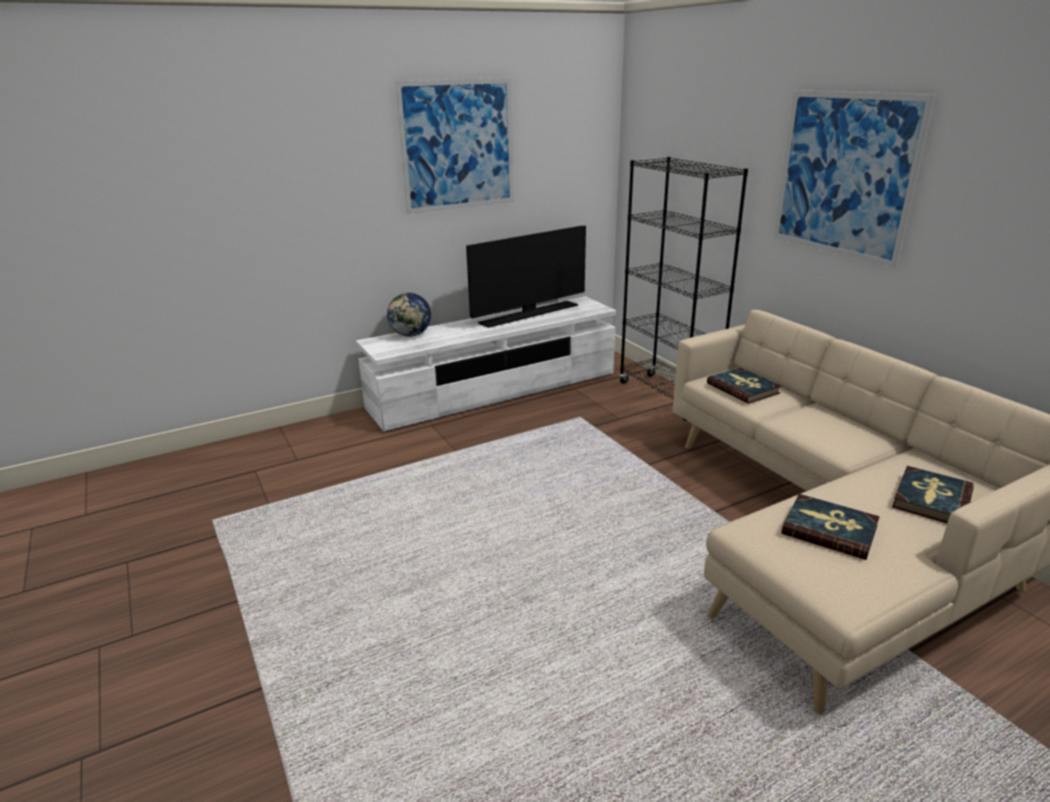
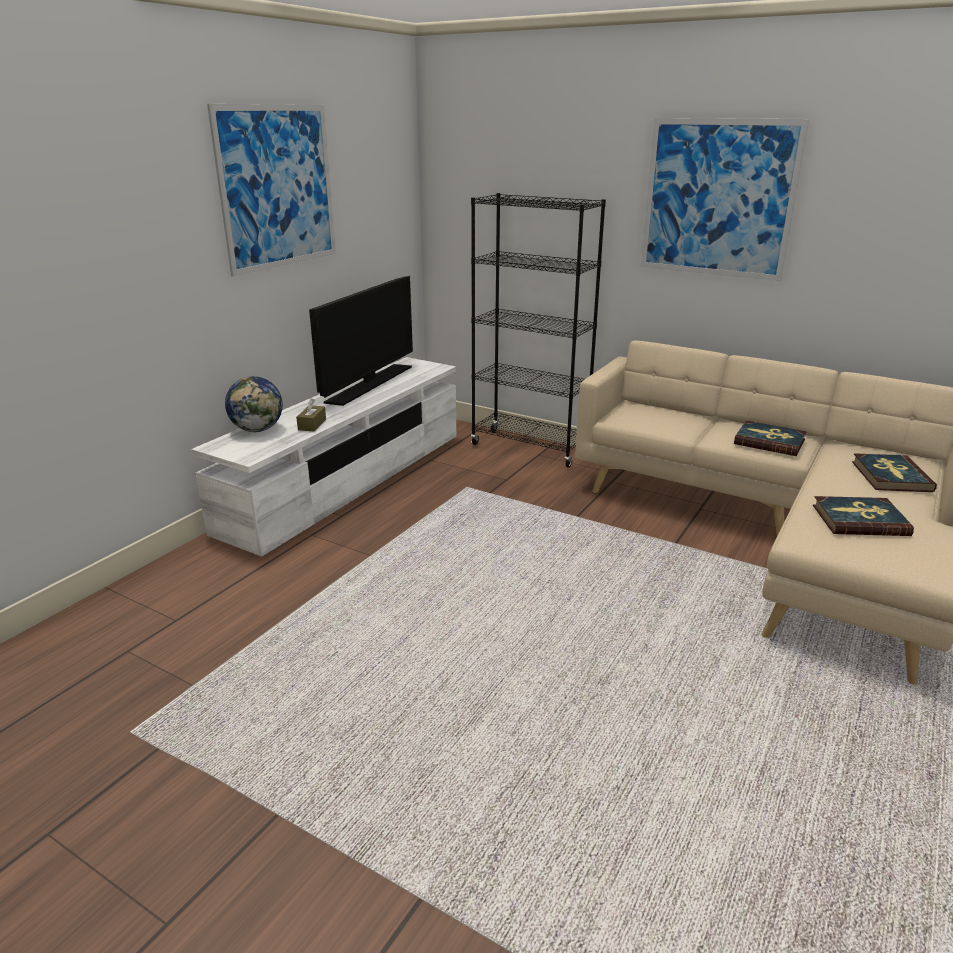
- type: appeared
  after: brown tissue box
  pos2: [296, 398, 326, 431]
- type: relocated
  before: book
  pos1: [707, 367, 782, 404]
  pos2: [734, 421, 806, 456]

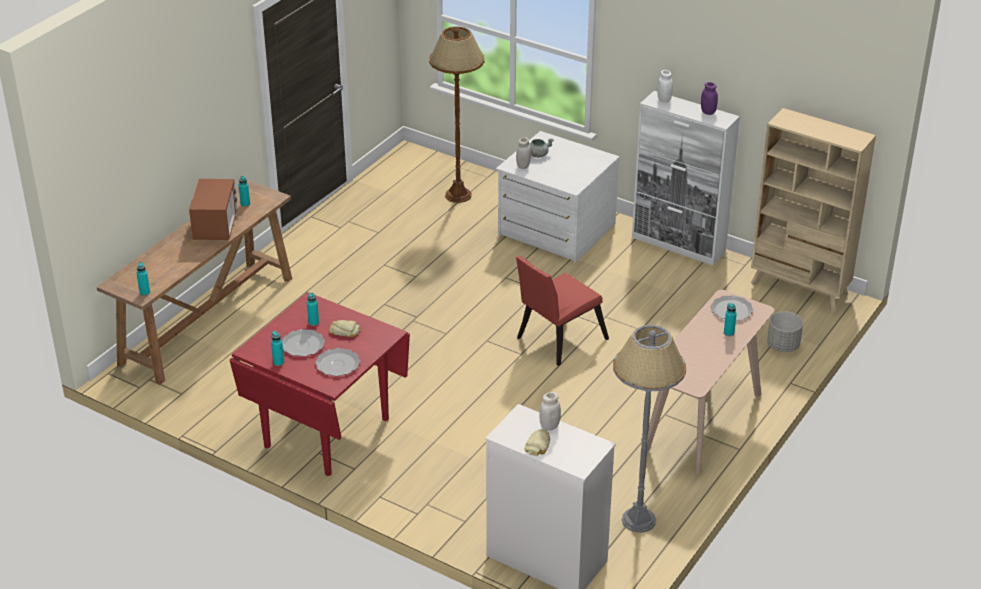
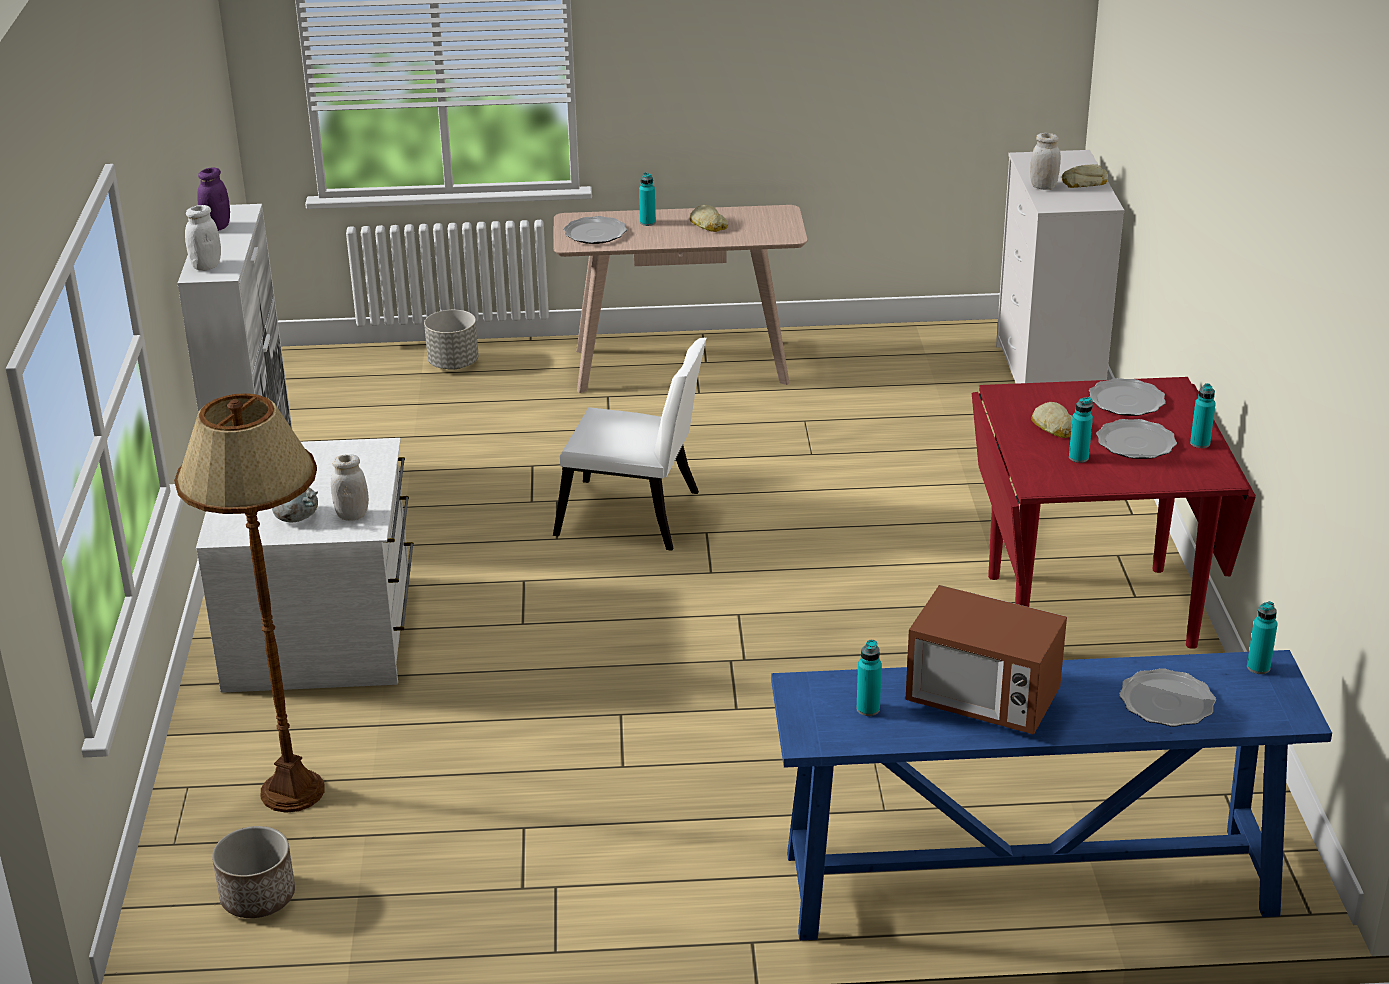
- type: missing
  before: grey floor lamp
  pos1: [613, 325, 686, 533]
- type: missing
  before: beige bookcase
  pos1: [751, 108, 876, 312]
- type: appeared
  after: planter
  pos2: [212, 826, 295, 918]
- type: appeared
  after: bread
  pos2: [690, 205, 728, 232]
- type: appeared
  after: plate
  pos2: [1119, 668, 1216, 727]
- type: colour
  before: brown console table
  after: blue console table
  pos1: [97, 180, 292, 385]
  pos2: [771, 650, 1332, 940]
- type: colour
  before: red chair
  after: white chair
  pos1: [516, 256, 609, 366]
  pos2: [553, 338, 707, 551]
- type: spun
  before: microwave
  pos1: [189, 179, 237, 240]
  pos2: [905, 585, 1067, 735]
  turn: -120

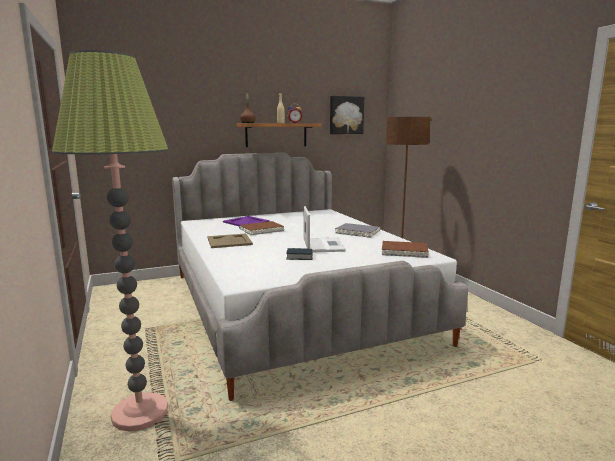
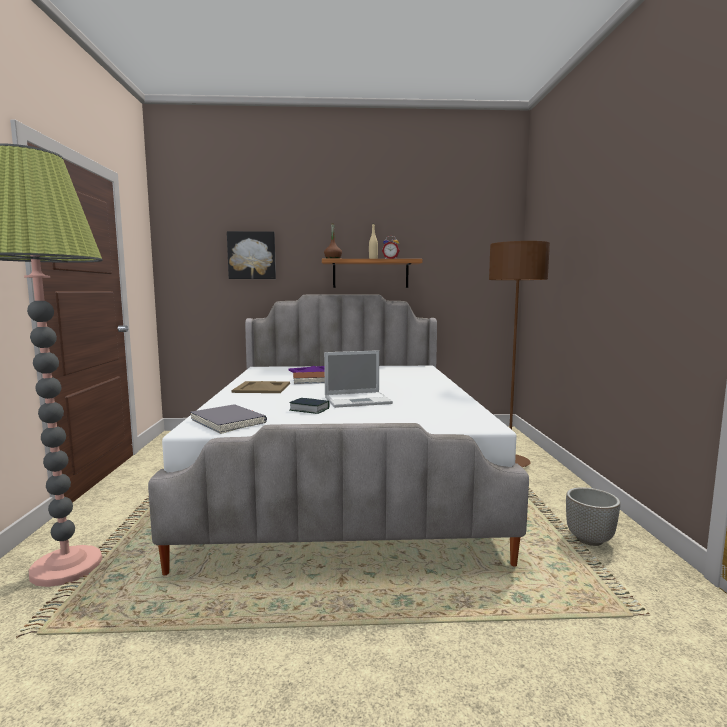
- type: missing
  before: brown book
  pos1: [382, 241, 429, 258]
- type: appeared
  after: planter
  pos2: [566, 487, 620, 546]
- type: relocated
  before: picture
  pos1: [330, 96, 364, 134]
  pos2: [227, 231, 276, 279]
- type: relocated
  before: grey book
  pos1: [335, 223, 380, 238]
  pos2: [190, 404, 267, 434]
- type: spun
  before: laptop
  pos1: [303, 206, 346, 252]
  pos2: [324, 350, 393, 408]
  turn: 60

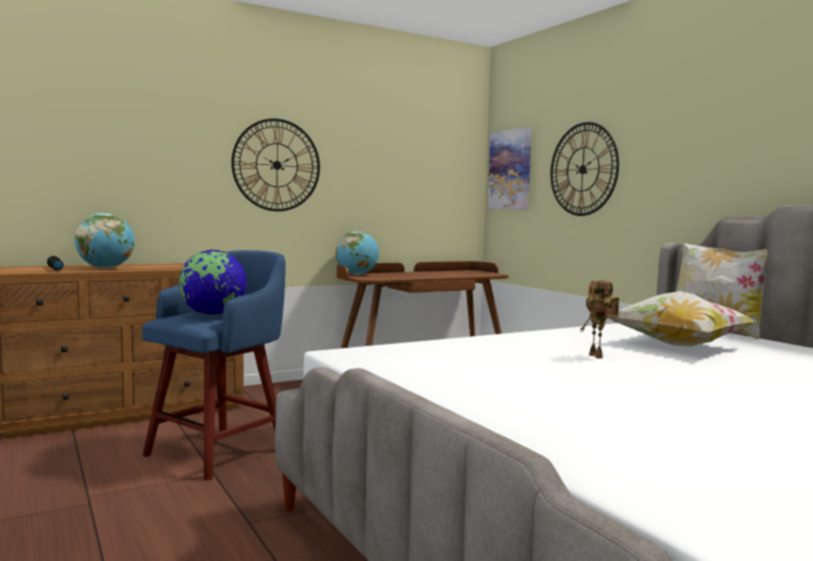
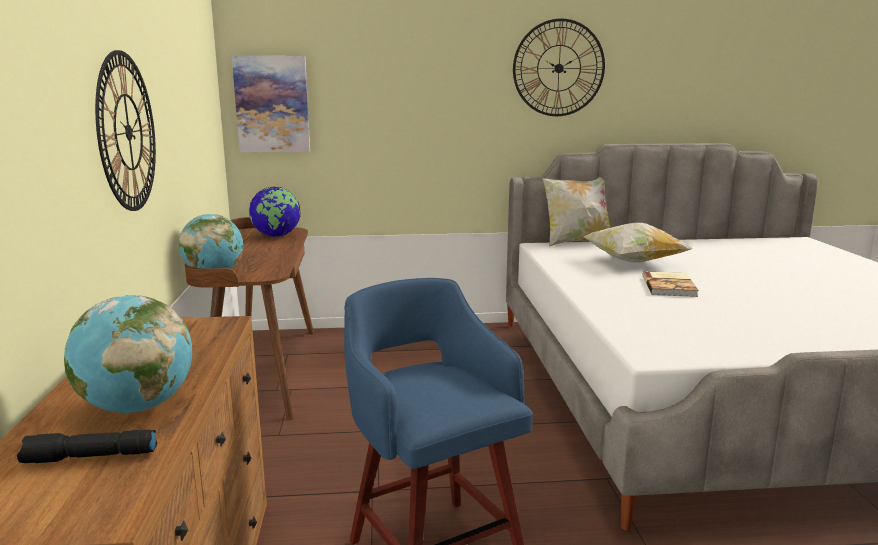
- type: relocated
  before: globe
  pos1: [179, 250, 247, 315]
  pos2: [249, 187, 301, 237]
- type: relocated
  before: wall clock
  pos1: [551, 122, 619, 216]
  pos2: [513, 18, 605, 116]
- type: exchanged
  before: toy robot
  after: book
  pos1: [580, 280, 620, 359]
  pos2: [643, 271, 699, 297]

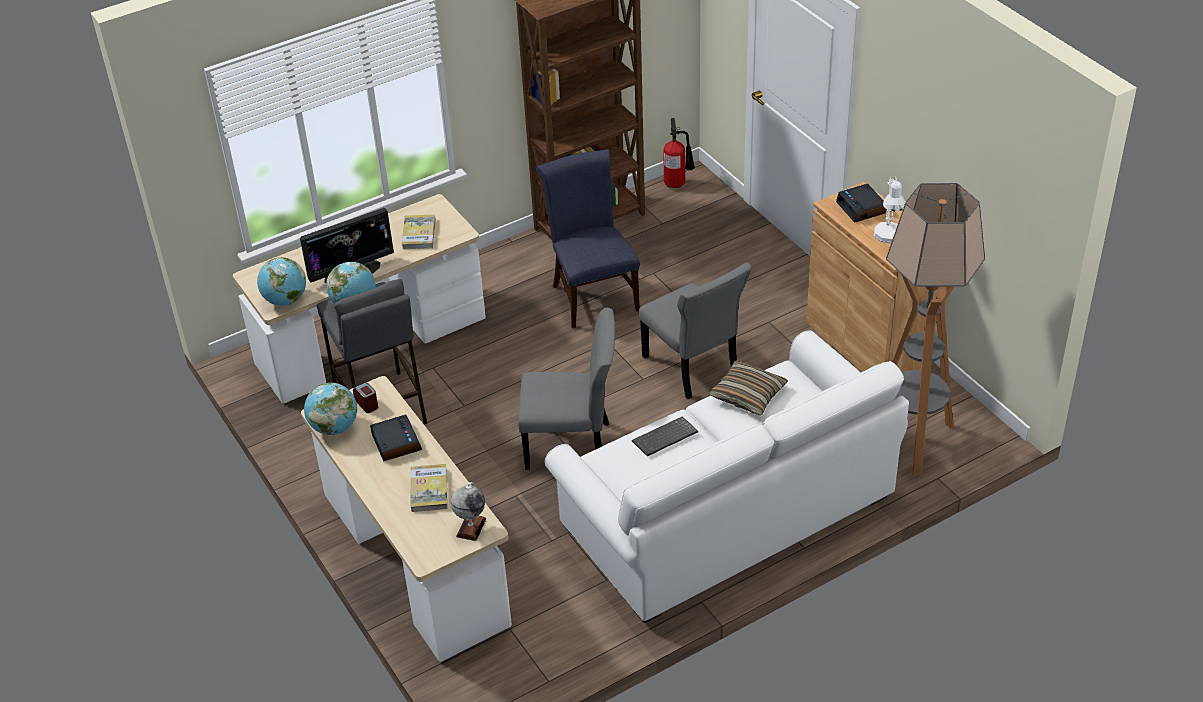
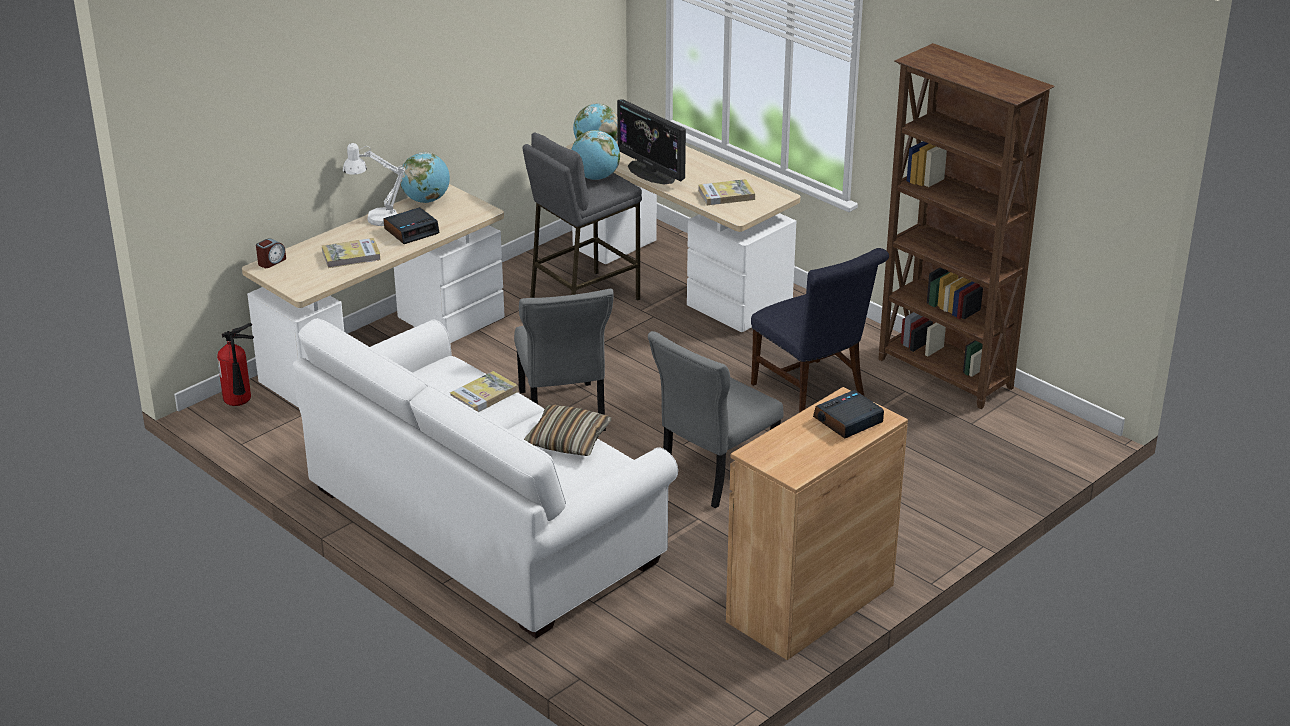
- type: missing
  before: globe
  pos1: [451, 482, 486, 541]
- type: missing
  before: floor lamp
  pos1: [886, 183, 985, 476]
- type: relocated
  before: alarm clock
  pos1: [353, 383, 378, 413]
  pos2: [256, 238, 286, 268]
- type: relocated
  before: fire extinguisher
  pos1: [663, 118, 695, 188]
  pos2: [217, 323, 254, 406]
- type: relocated
  before: white table lamp
  pos1: [874, 177, 905, 244]
  pos2: [343, 143, 405, 226]
- type: exchanged
  before: keyboard
  after: book
  pos1: [632, 416, 698, 456]
  pos2: [450, 371, 518, 412]
- type: spun
  before: blue chair
  pos1: [536, 149, 640, 329]
  pos2: [751, 248, 889, 413]
  turn: 90

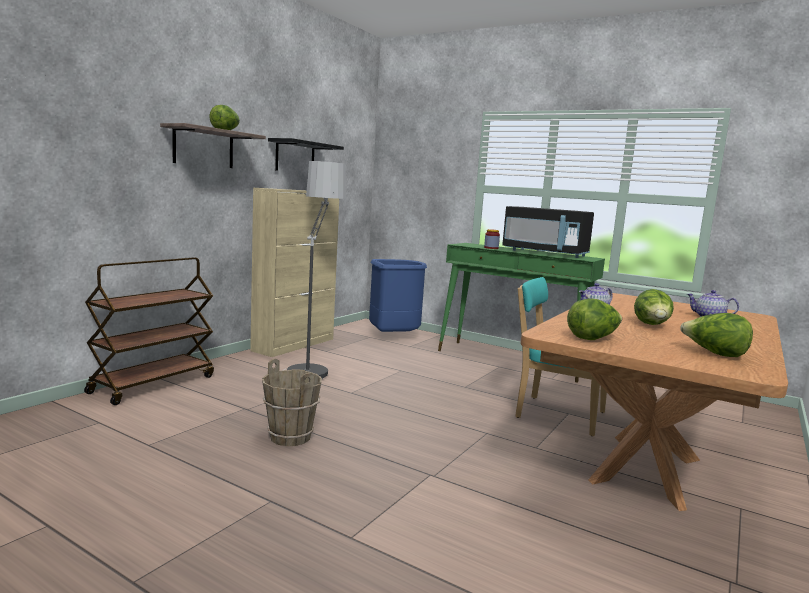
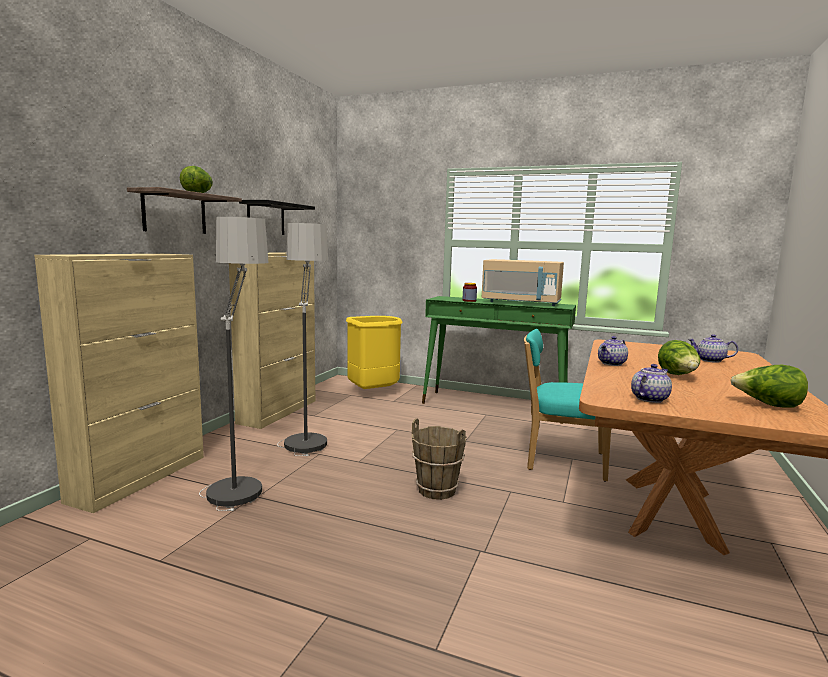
- type: appeared
  after: floor lamp
  pos2: [199, 217, 269, 511]
- type: relocated
  before: brown bucket
  pos1: [262, 359, 322, 446]
  pos2: [412, 418, 467, 500]
- type: exchanged
  before: brown cart
  after: beige cabinet
  pos1: [84, 257, 214, 405]
  pos2: [34, 254, 204, 513]
- type: exchanged
  before: lettuce
  after: teapot
  pos1: [567, 298, 622, 340]
  pos2: [631, 364, 672, 403]
- type: colour
  before: blue trash can
  after: yellow trash can
  pos1: [369, 259, 427, 332]
  pos2: [346, 316, 403, 389]
- type: colour
  before: black microwave
  after: beige microwave
  pos1: [502, 206, 594, 258]
  pos2: [482, 259, 564, 306]

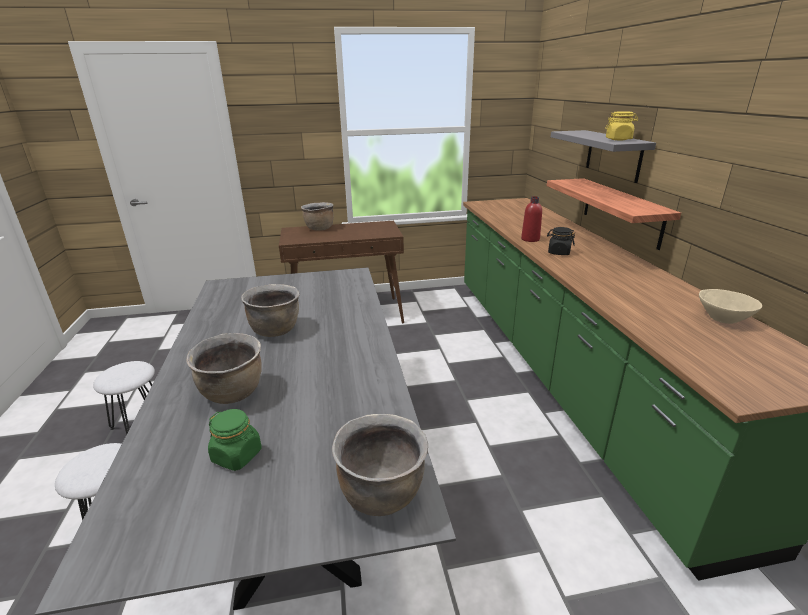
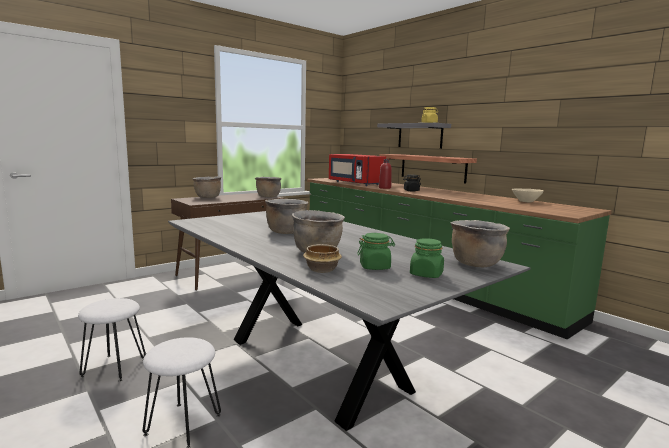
- type: appeared
  after: brown cooking pot
  pos2: [255, 177, 282, 198]
- type: appeared
  after: bowl
  pos2: [303, 244, 342, 273]
- type: appeared
  after: red microwave
  pos2: [329, 154, 386, 186]
- type: appeared
  after: green jar
  pos2: [410, 238, 444, 278]

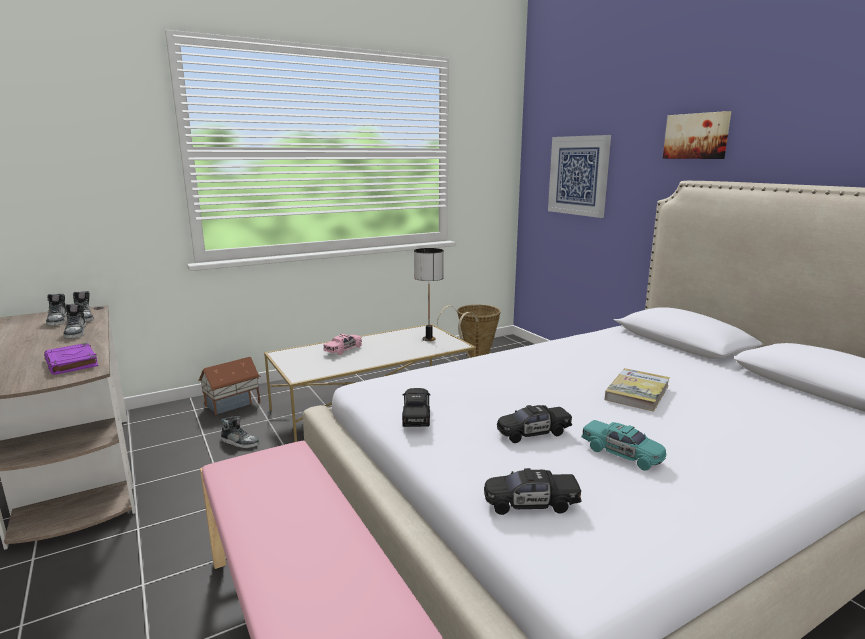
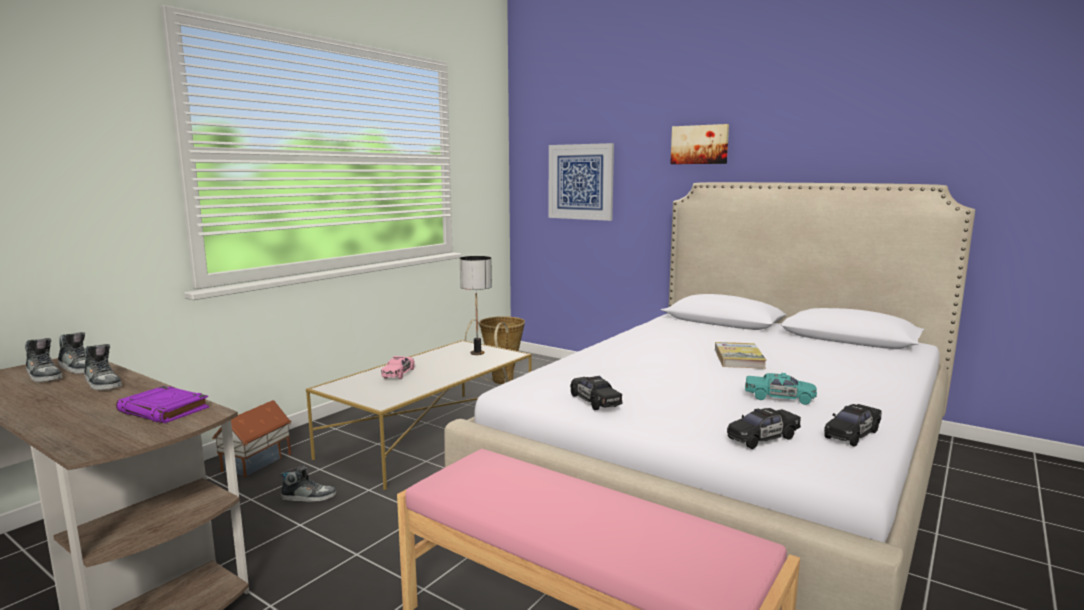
- type: relocated
  before: black toy car
  pos1: [497, 405, 572, 443]
  pos2: [824, 404, 882, 447]

